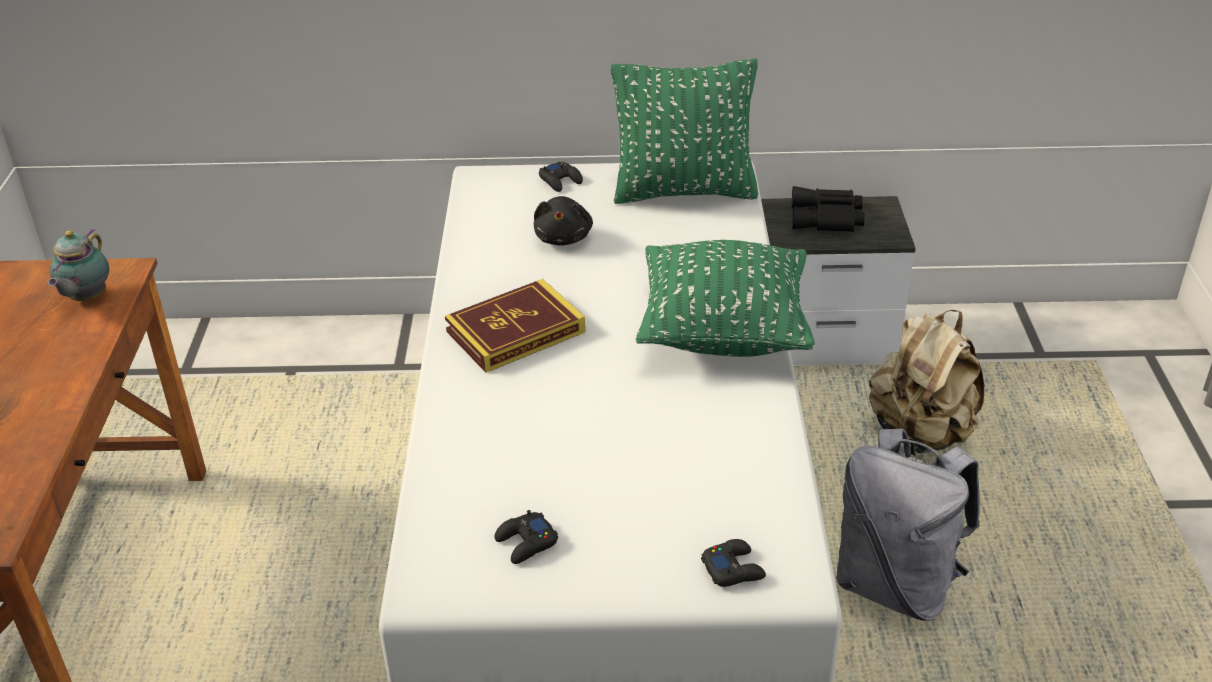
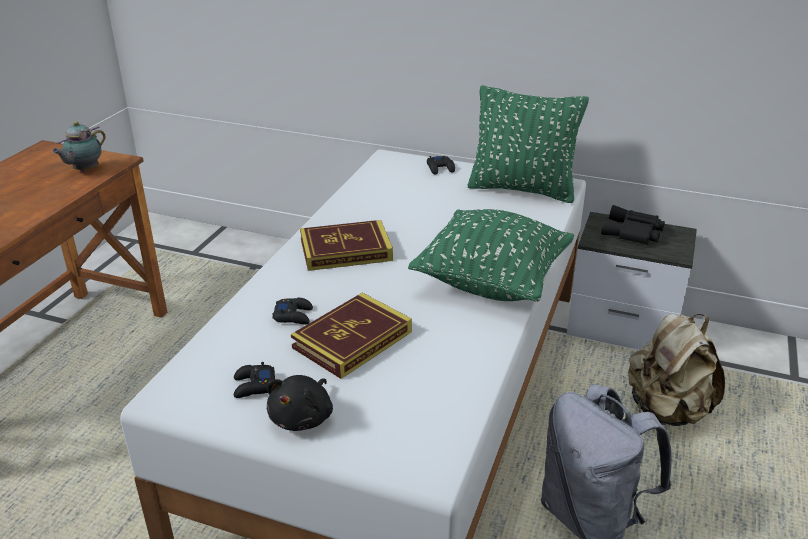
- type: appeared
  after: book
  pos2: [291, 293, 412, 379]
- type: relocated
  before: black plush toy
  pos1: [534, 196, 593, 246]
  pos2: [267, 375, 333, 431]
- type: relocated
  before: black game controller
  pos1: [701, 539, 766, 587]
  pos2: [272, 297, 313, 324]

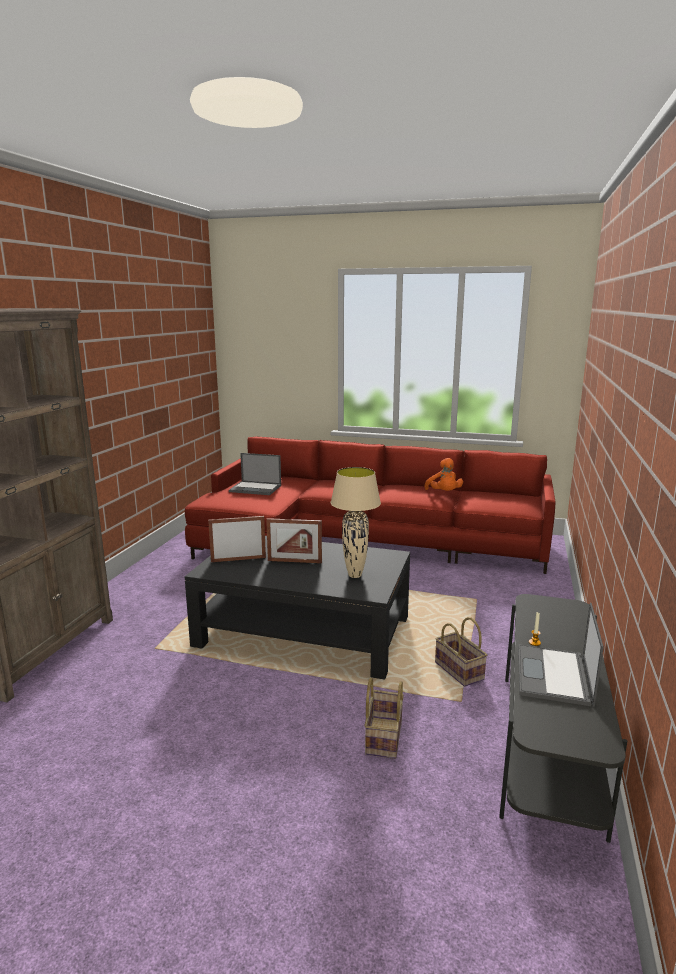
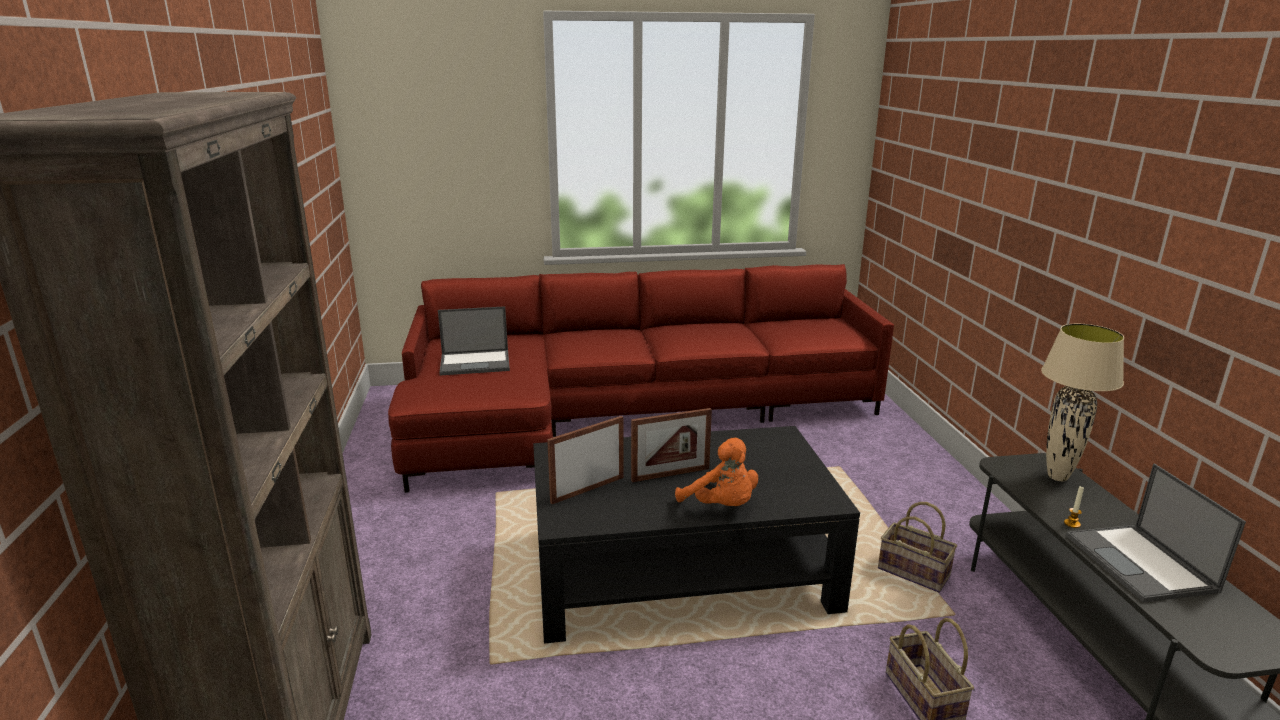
- type: relocated
  before: beige table lamp
  pos1: [331, 467, 381, 578]
  pos2: [1041, 324, 1124, 481]
- type: relocated
  before: orange plush toy
  pos1: [425, 458, 463, 491]
  pos2: [675, 438, 758, 506]

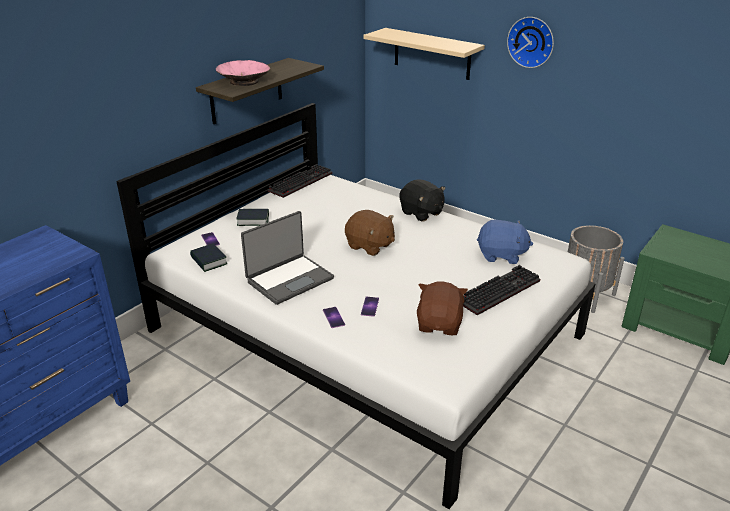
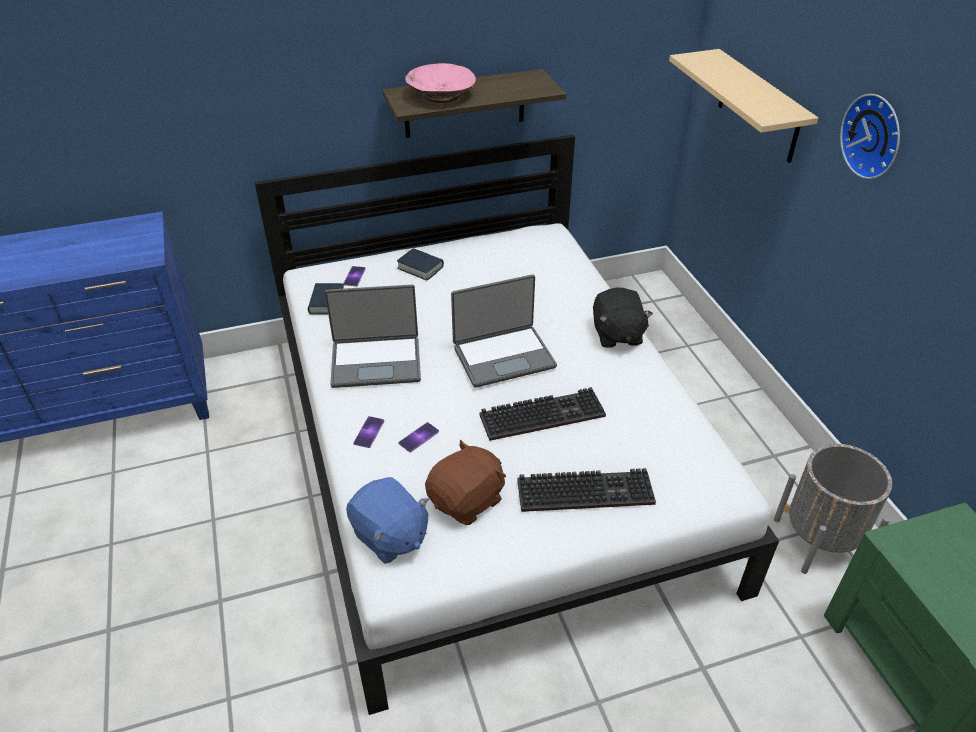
- type: relocated
  before: keyboard
  pos1: [268, 164, 332, 198]
  pos2: [480, 387, 606, 441]
- type: relocated
  before: blue plush toy
  pos1: [477, 220, 533, 264]
  pos2: [346, 477, 429, 564]
- type: exchanged
  before: brown plush toy
  after: laptop
  pos1: [345, 210, 395, 256]
  pos2: [451, 274, 557, 388]

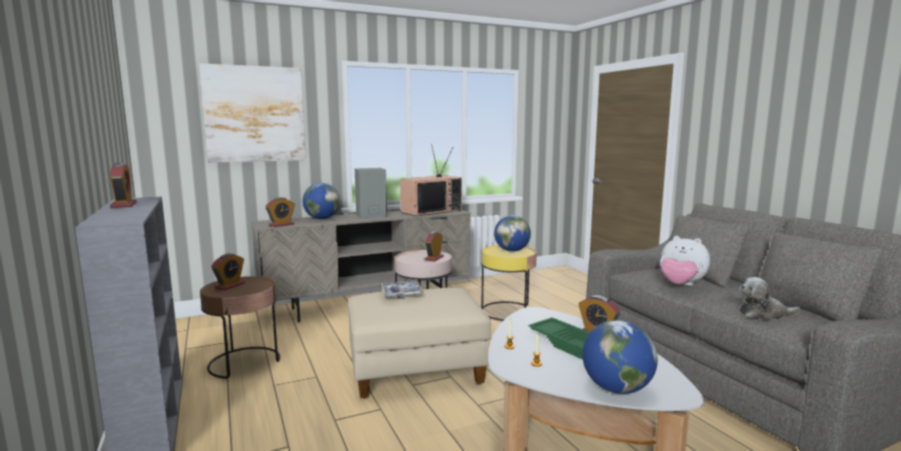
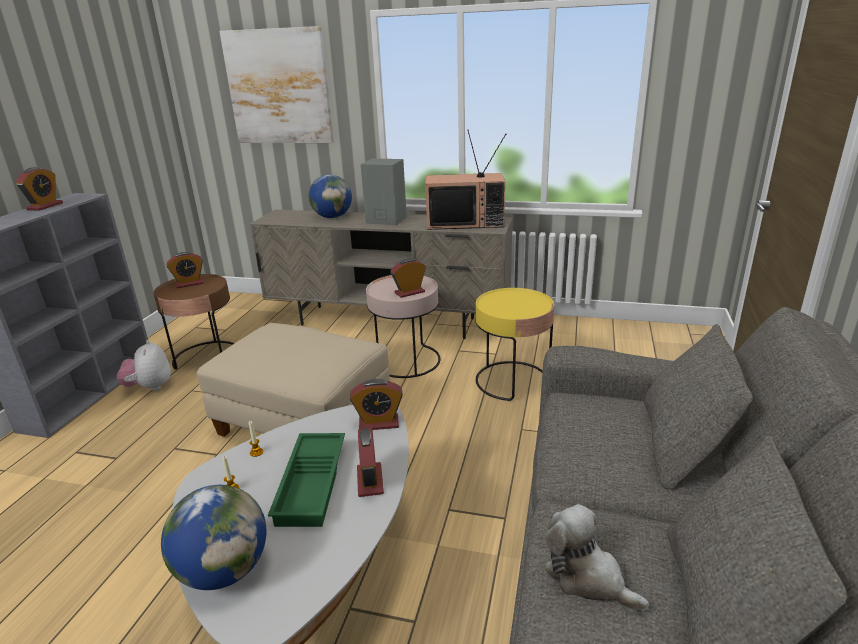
- type: missing
  before: tray
  pos1: [381, 281, 423, 298]
- type: missing
  before: globe
  pos1: [494, 215, 531, 252]
- type: relocated
  before: alarm clock
  pos1: [266, 197, 295, 227]
  pos2: [350, 379, 403, 430]
- type: relocated
  before: plush toy
  pos1: [660, 236, 710, 286]
  pos2: [117, 340, 171, 391]

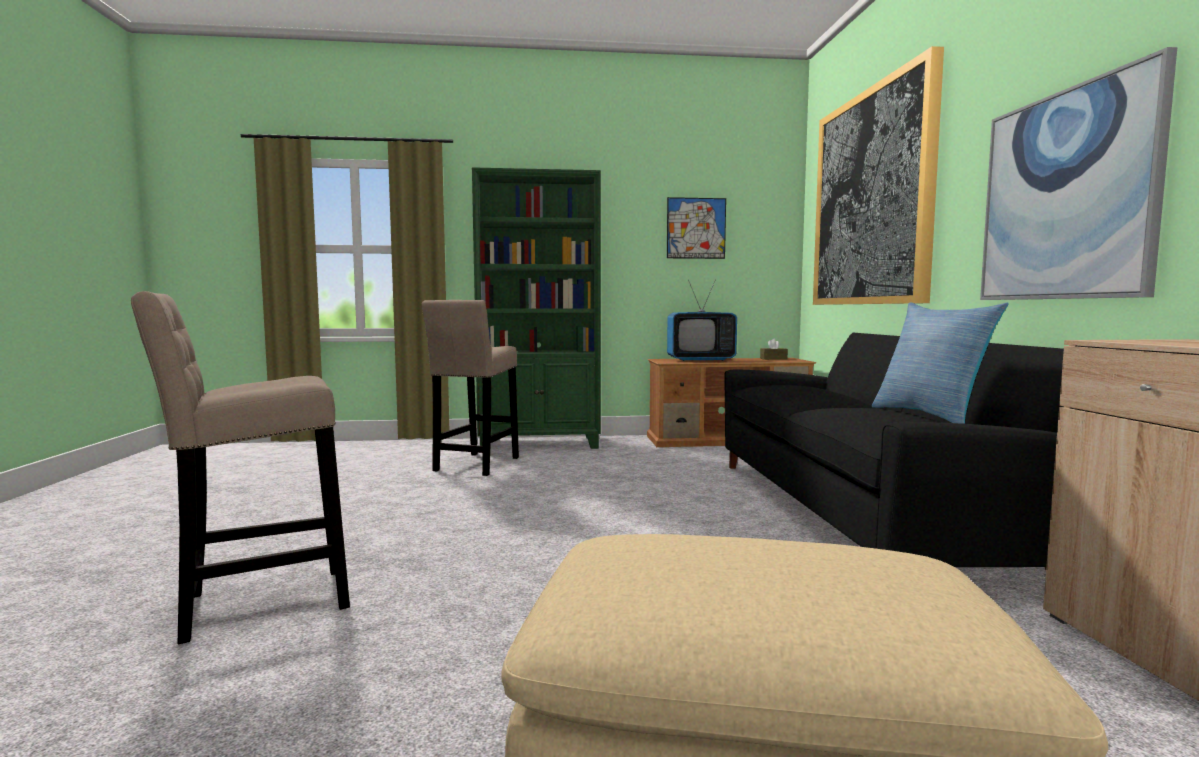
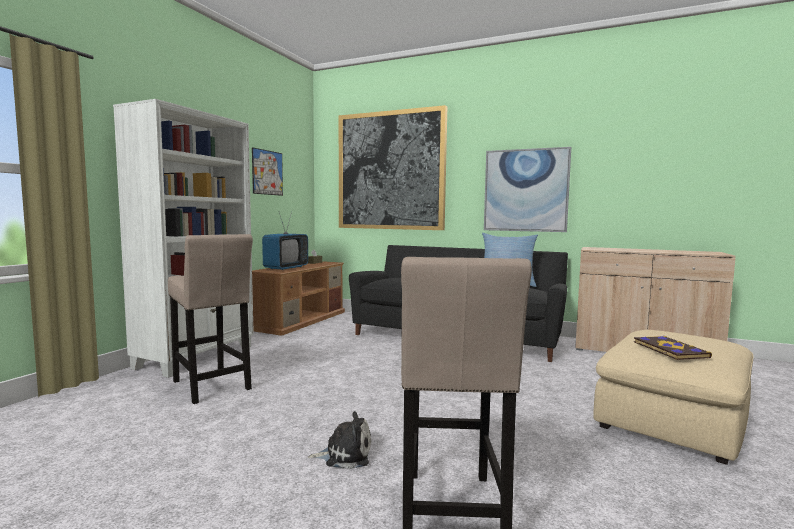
- type: appeared
  after: plush toy
  pos2: [308, 411, 371, 469]
- type: appeared
  after: book
  pos2: [634, 336, 712, 360]
- type: colour
  before: green bookcase
  after: white bookcase
  pos1: [472, 167, 601, 449]
  pos2: [113, 99, 254, 378]

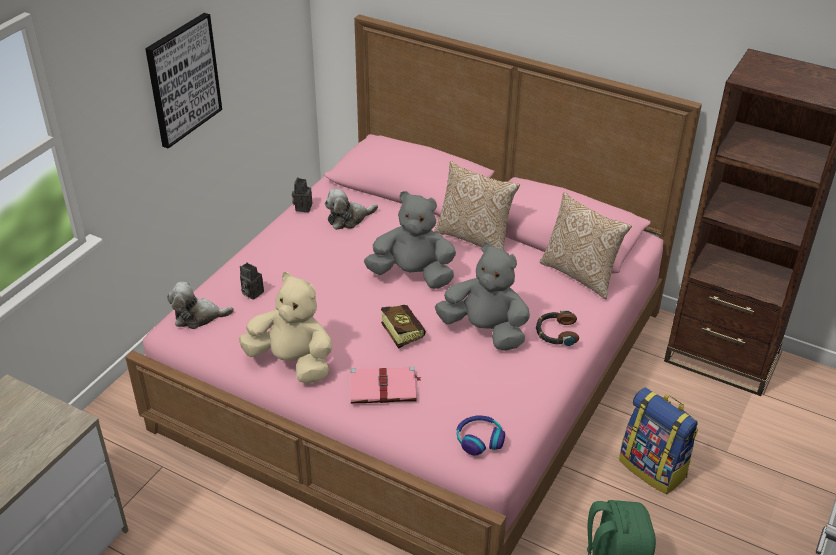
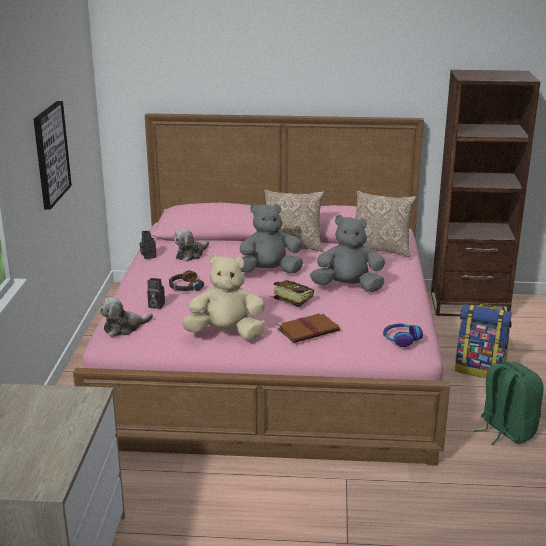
- type: relocated
  before: headphones
  pos1: [536, 310, 579, 346]
  pos2: [169, 270, 204, 291]
- type: colour
  before: pink book
  after: brown book
  pos1: [351, 367, 422, 403]
  pos2: [277, 312, 340, 343]

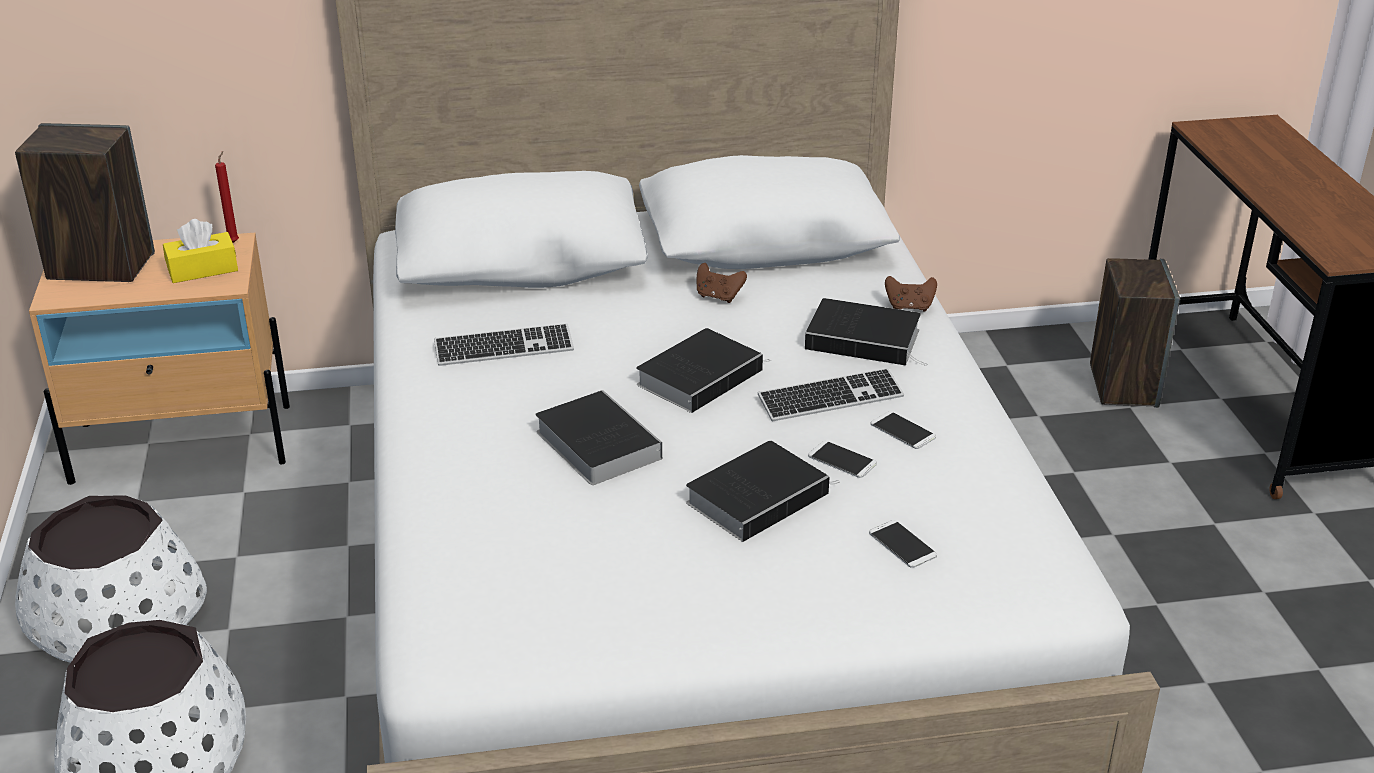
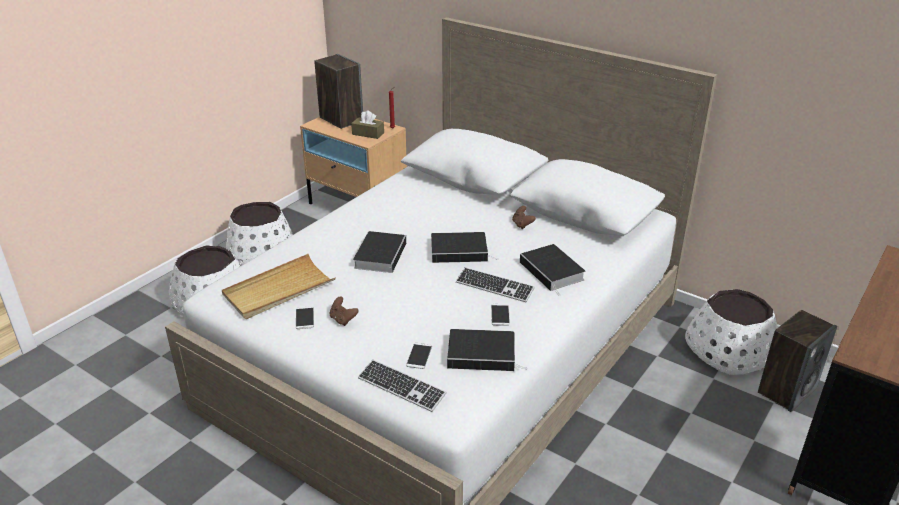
- type: appeared
  after: beige tray
  pos2: [222, 254, 336, 319]
- type: appeared
  after: white planter
  pos2: [685, 289, 778, 375]
- type: relocated
  before: keyboard
  pos1: [434, 323, 574, 366]
  pos2: [358, 359, 447, 412]
- type: relocated
  before: book
  pos1: [686, 441, 840, 542]
  pos2: [447, 329, 526, 371]
- type: relocated
  before: phone
  pos1: [808, 441, 877, 478]
  pos2: [296, 306, 314, 329]
- type: relocated
  before: brown game controller
  pos1: [885, 276, 937, 312]
  pos2: [330, 296, 359, 326]
- type: colour
  before: yellow tissue box
  after: brown tissue box
  pos1: [163, 219, 238, 283]
  pos2: [351, 110, 384, 139]

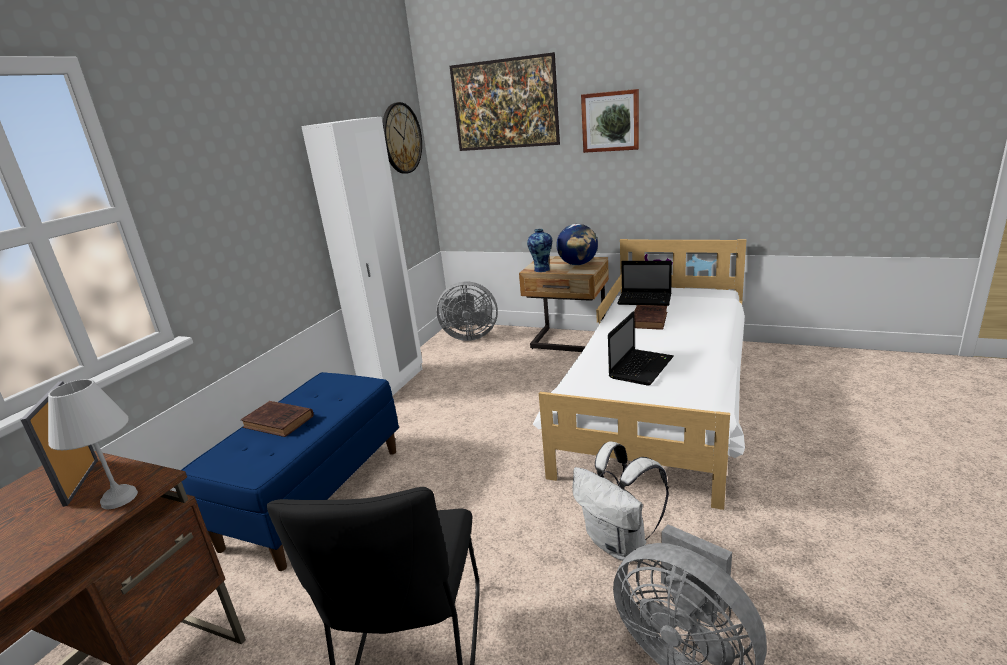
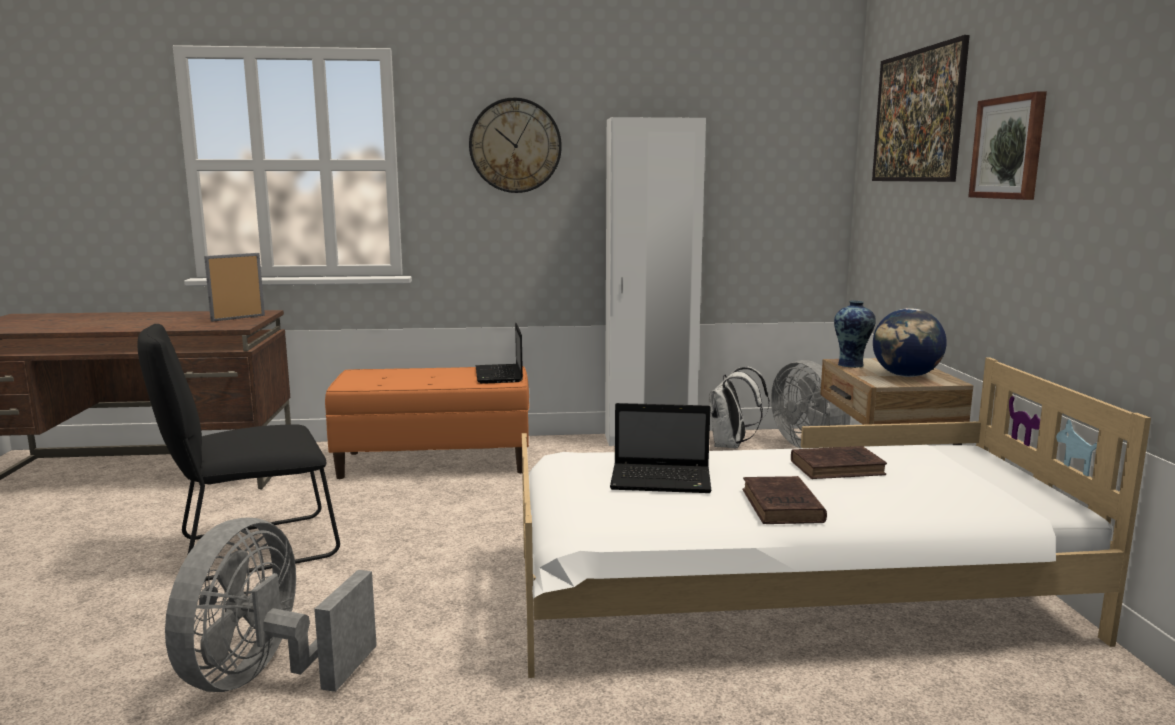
- type: missing
  before: white table lamp
  pos1: [48, 379, 138, 509]
- type: relocated
  before: brown book
  pos1: [241, 401, 314, 437]
  pos2: [742, 476, 827, 524]
- type: relocated
  before: wall clock
  pos1: [382, 102, 422, 174]
  pos2: [469, 97, 562, 193]
- type: relocated
  before: white backpack
  pos1: [572, 441, 669, 561]
  pos2: [709, 367, 770, 449]
- type: relocated
  before: laptop
  pos1: [617, 261, 672, 306]
  pos2: [476, 323, 523, 384]
- type: colour
  before: blue bench
  after: orange bench
  pos1: [182, 372, 399, 571]
  pos2: [325, 366, 529, 479]

